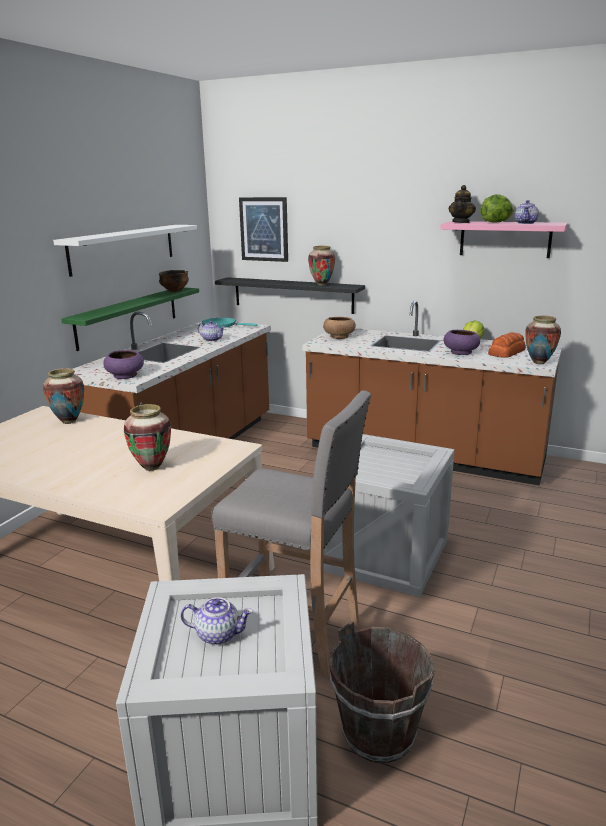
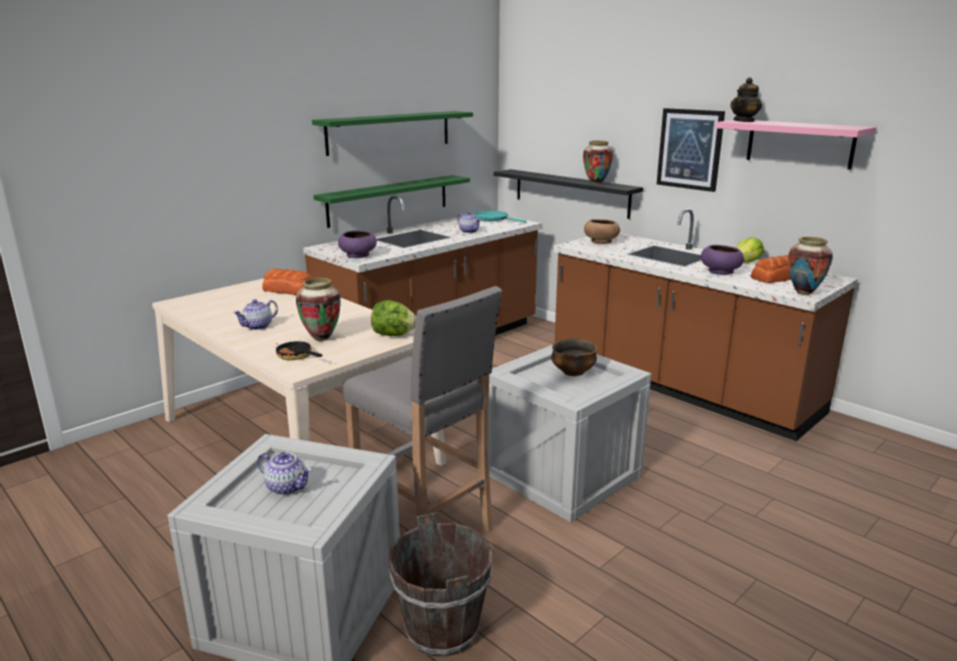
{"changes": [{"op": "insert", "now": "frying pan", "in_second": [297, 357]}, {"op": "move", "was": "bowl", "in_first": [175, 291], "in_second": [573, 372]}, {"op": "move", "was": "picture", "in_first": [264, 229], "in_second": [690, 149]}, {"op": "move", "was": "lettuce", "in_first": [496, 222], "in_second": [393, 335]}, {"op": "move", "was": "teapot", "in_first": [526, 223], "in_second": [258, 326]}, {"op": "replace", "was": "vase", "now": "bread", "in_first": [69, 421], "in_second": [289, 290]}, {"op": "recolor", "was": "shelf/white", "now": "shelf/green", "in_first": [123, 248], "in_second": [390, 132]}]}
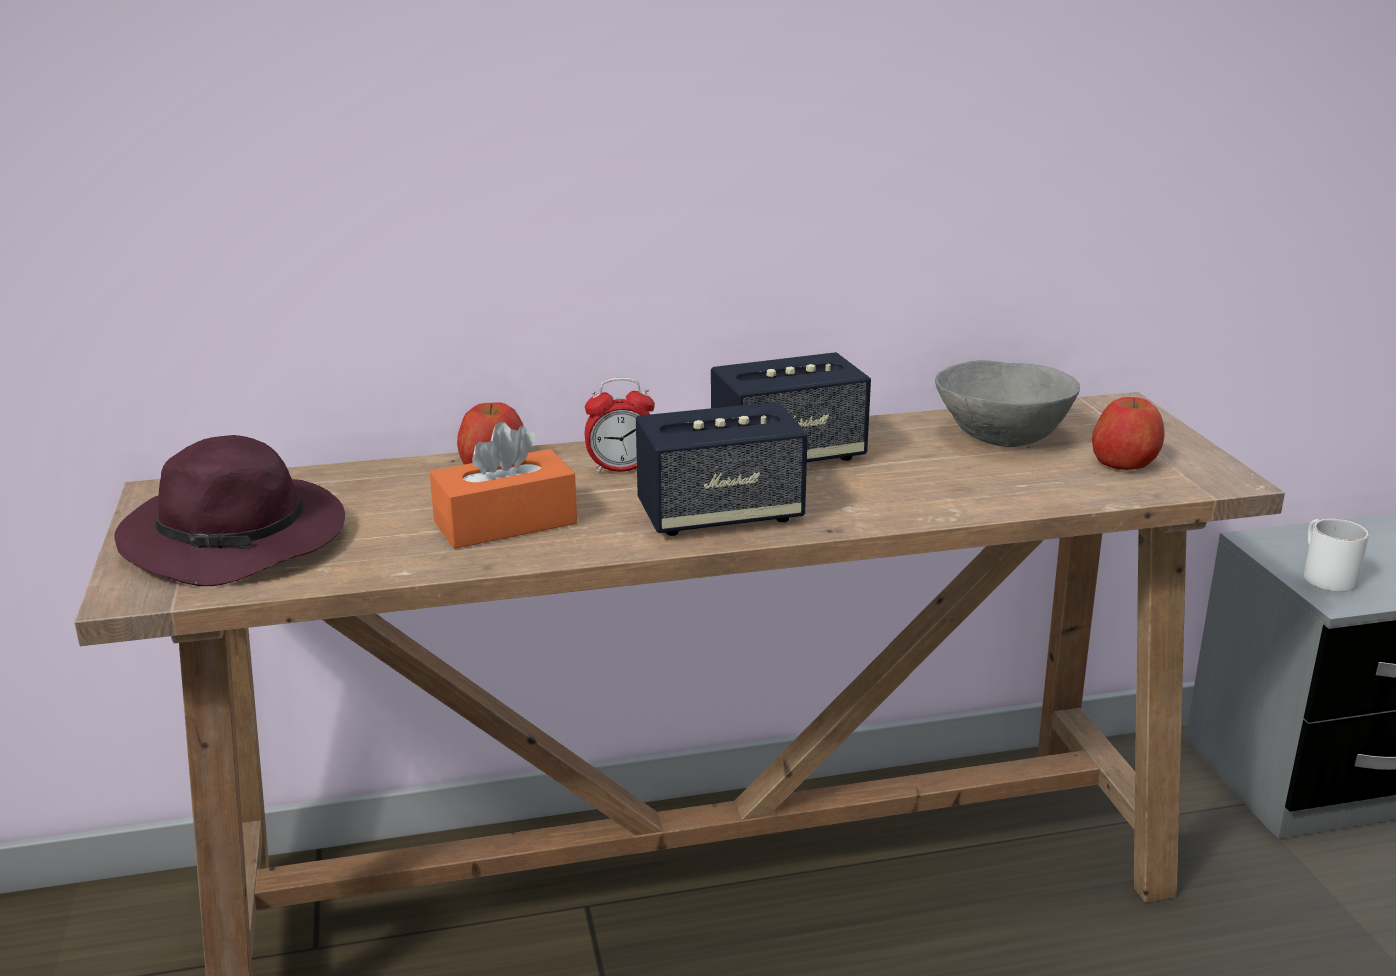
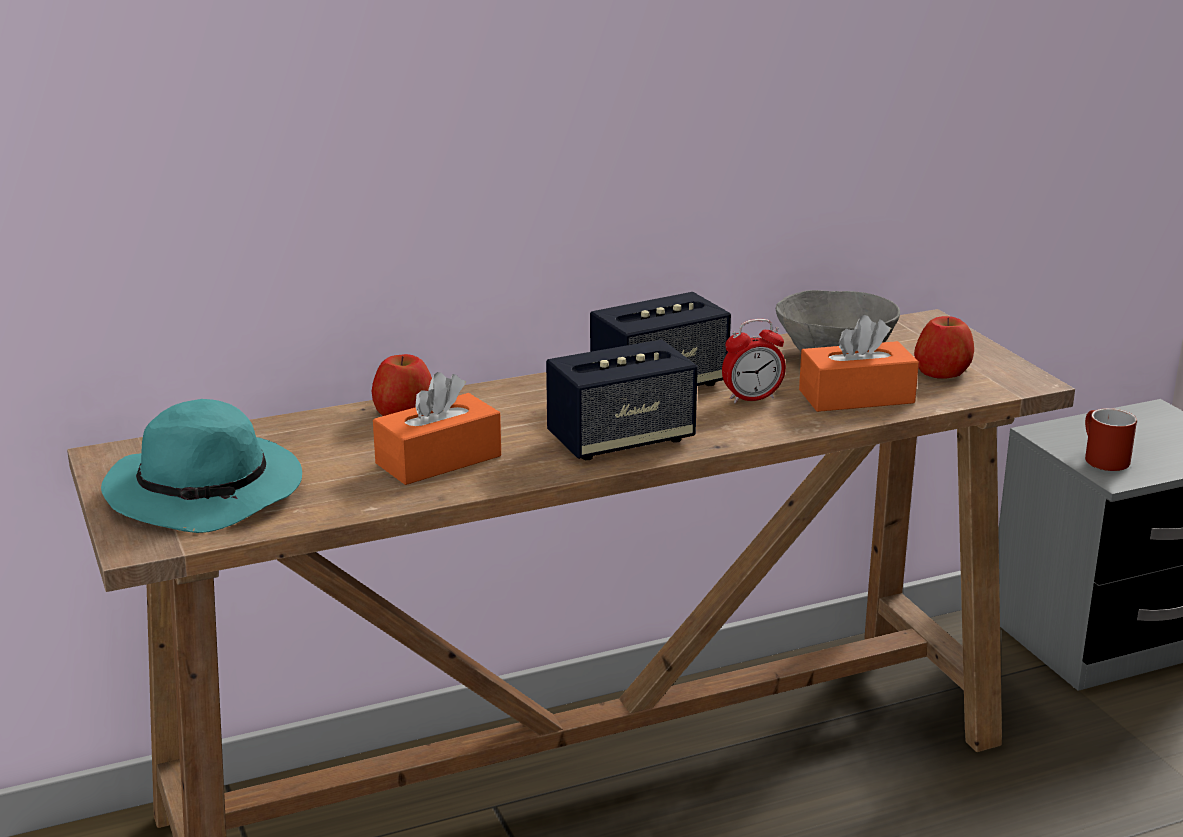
{"changes": [{"op": "insert", "now": "tissue box/orange", "in_second": [856, 396]}, {"op": "move", "was": "alarm clock", "in_first": [621, 469], "in_second": [752, 398]}, {"op": "recolor", "was": "hat/purple", "now": "hat/turquoise", "in_first": [238, 541], "in_second": [208, 492]}, {"op": "recolor", "was": "mug/white", "now": "mug/red", "in_first": [1322, 575], "in_second": [1100, 458]}]}
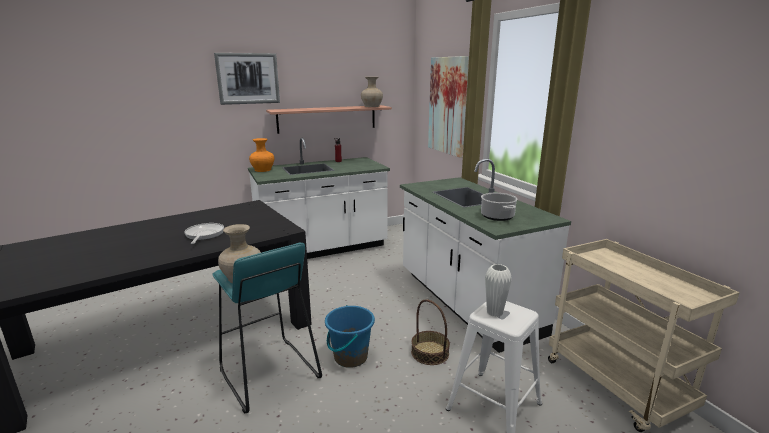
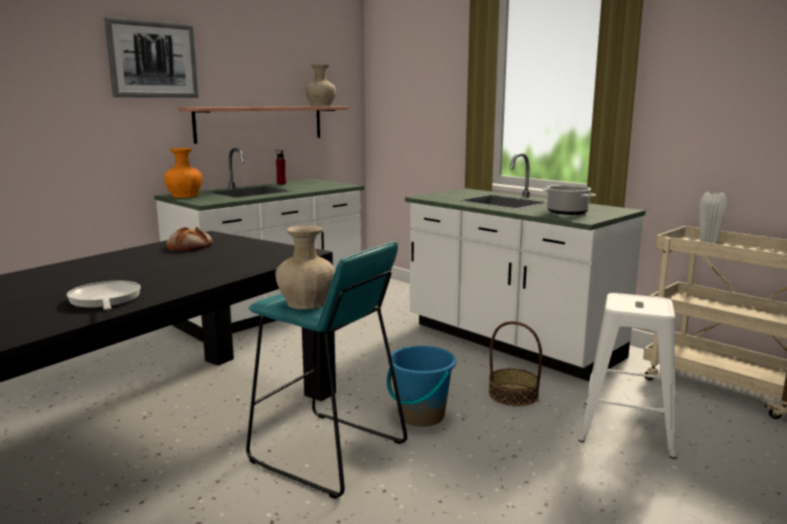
{"changes": [{"op": "delete", "was": "picture", "in_first": [447, 106]}, {"op": "insert", "now": "bread", "in_second": [190, 246]}, {"op": "move", "was": "frying pan", "in_first": [204, 235], "in_second": [105, 300]}, {"op": "move", "was": "vase/white", "in_first": [494, 312], "in_second": [708, 241]}]}
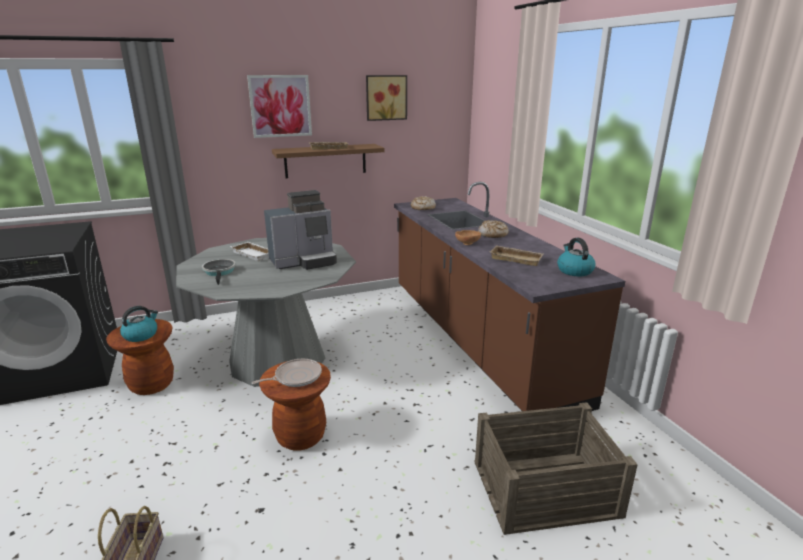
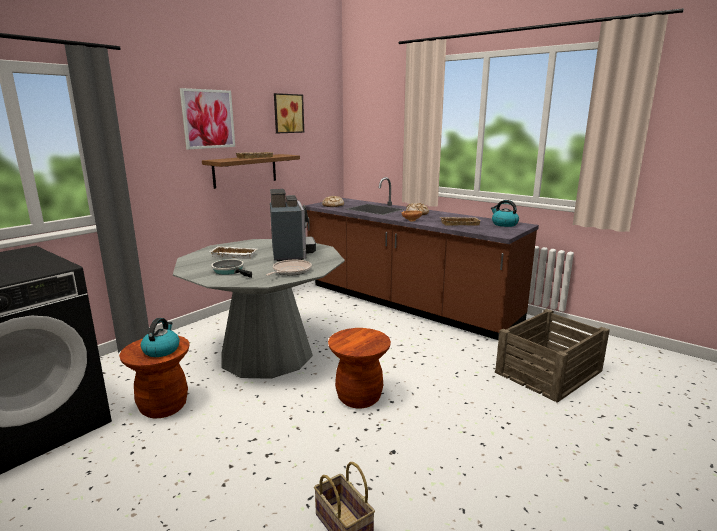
{"changes": [{"op": "move", "was": "frying pan", "in_first": [295, 377], "in_second": [290, 271]}, {"op": "rotate", "was": "coffee machine", "in_first": [304, 261], "in_second": [292, 253], "clockwise": -45}]}
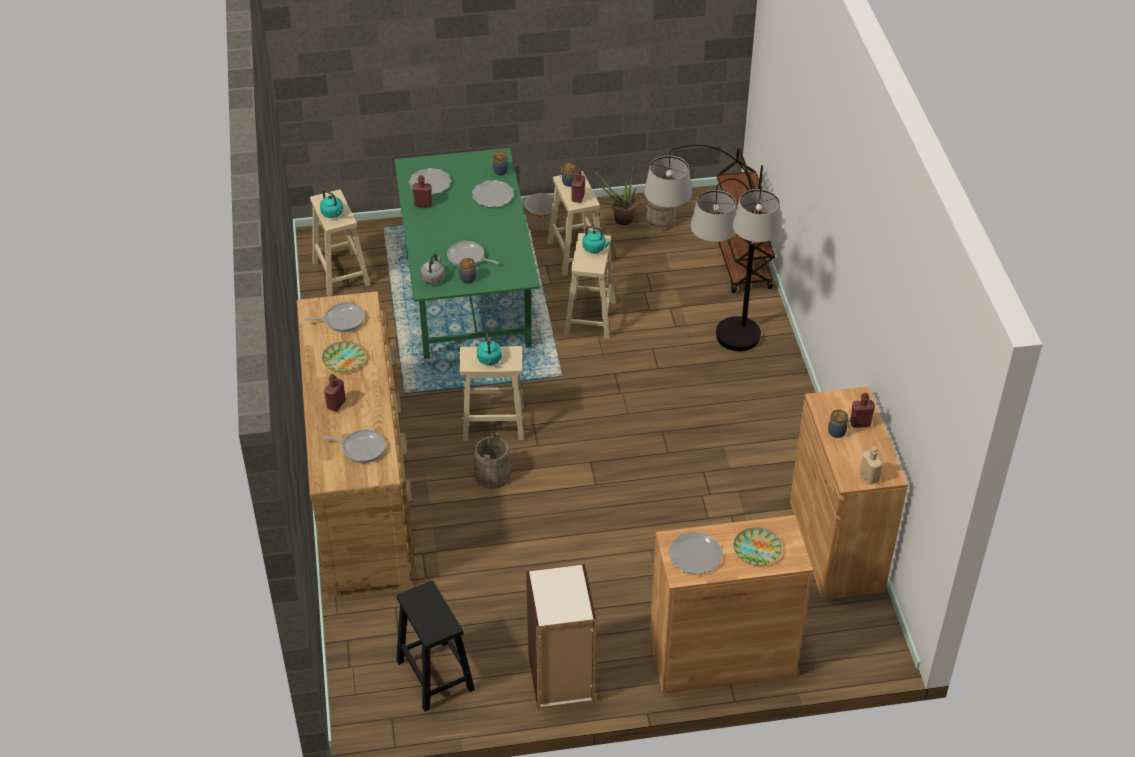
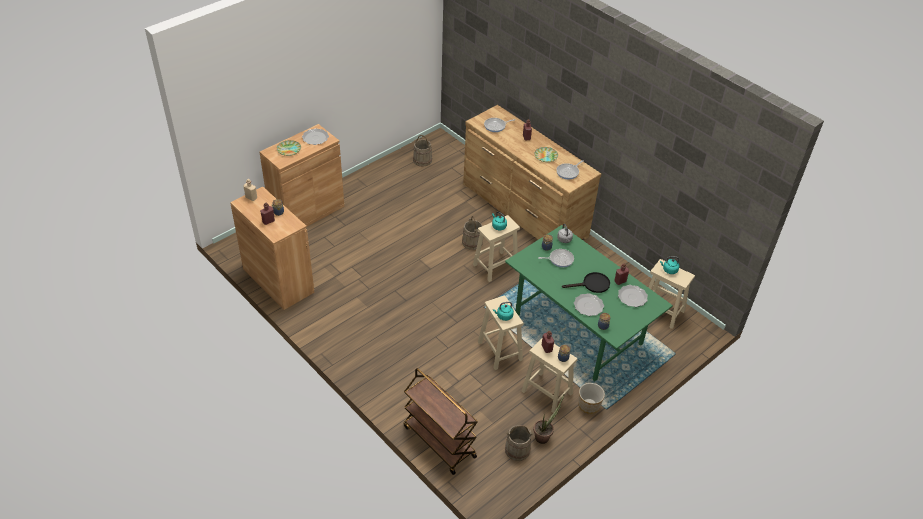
{"changes": [{"op": "delete", "was": "bookcase", "in_first": [561, 679]}, {"op": "delete", "was": "floor lamp", "in_first": [712, 369]}, {"op": "insert", "now": "frying pan/black", "in_second": [592, 284]}, {"op": "replace", "was": "stool/black", "now": "bucket/beige", "in_first": [436, 676], "in_second": [422, 160]}]}
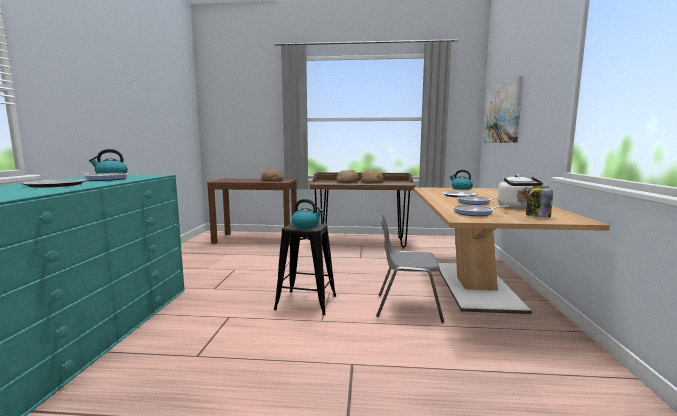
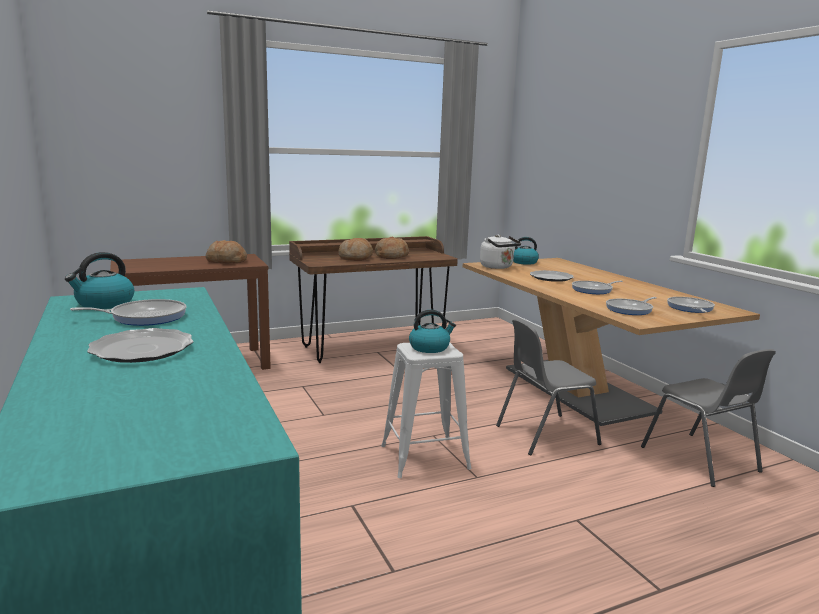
{"changes": [{"op": "delete", "was": "picture", "in_first": [502, 113]}, {"op": "insert", "now": "chair/grey", "in_second": [701, 460]}, {"op": "move", "was": "kettle/white", "in_first": [517, 207], "in_second": [498, 267]}, {"op": "replace", "was": "jar", "now": "frying pan", "in_first": [537, 216], "in_second": [690, 308]}, {"op": "recolor", "was": "stool/black", "now": "stool/white", "in_first": [306, 302], "in_second": [424, 457]}]}
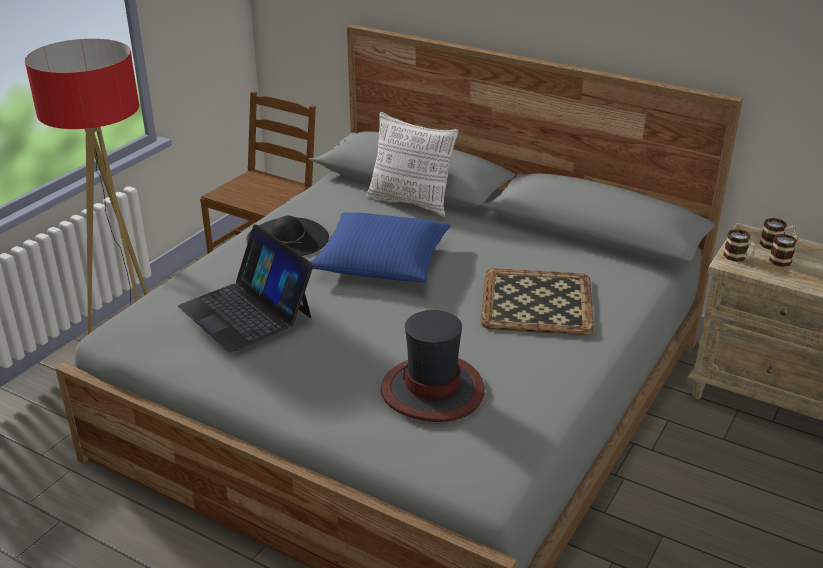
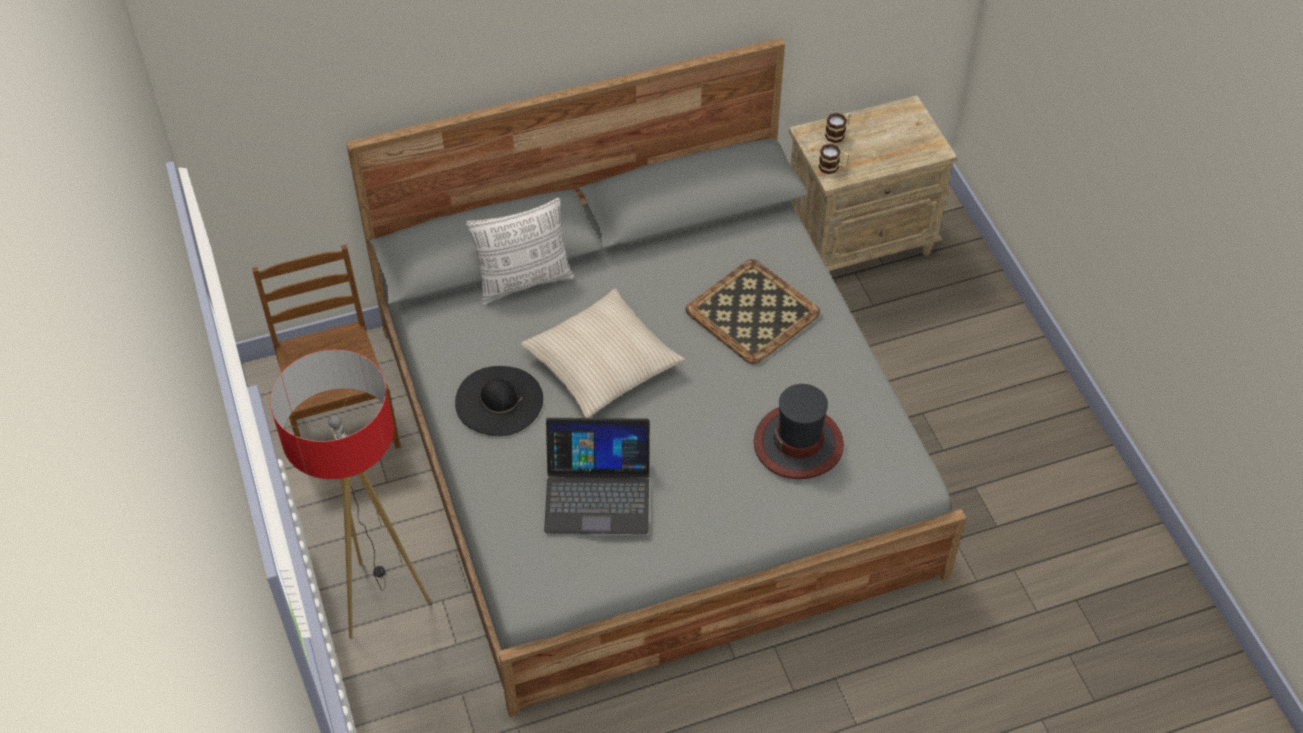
{"changes": [{"op": "delete", "was": "mug", "in_first": [783, 259]}, {"op": "recolor", "was": "pillow/blue", "now": "pillow/beige", "in_first": [381, 261], "in_second": [602, 363]}]}
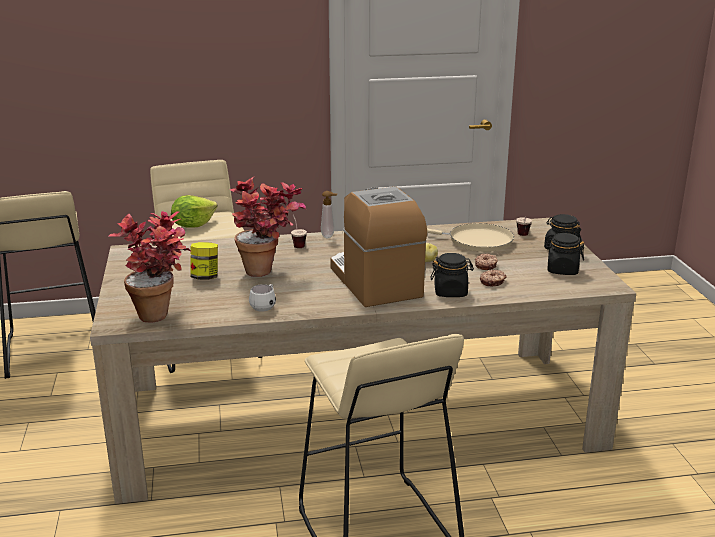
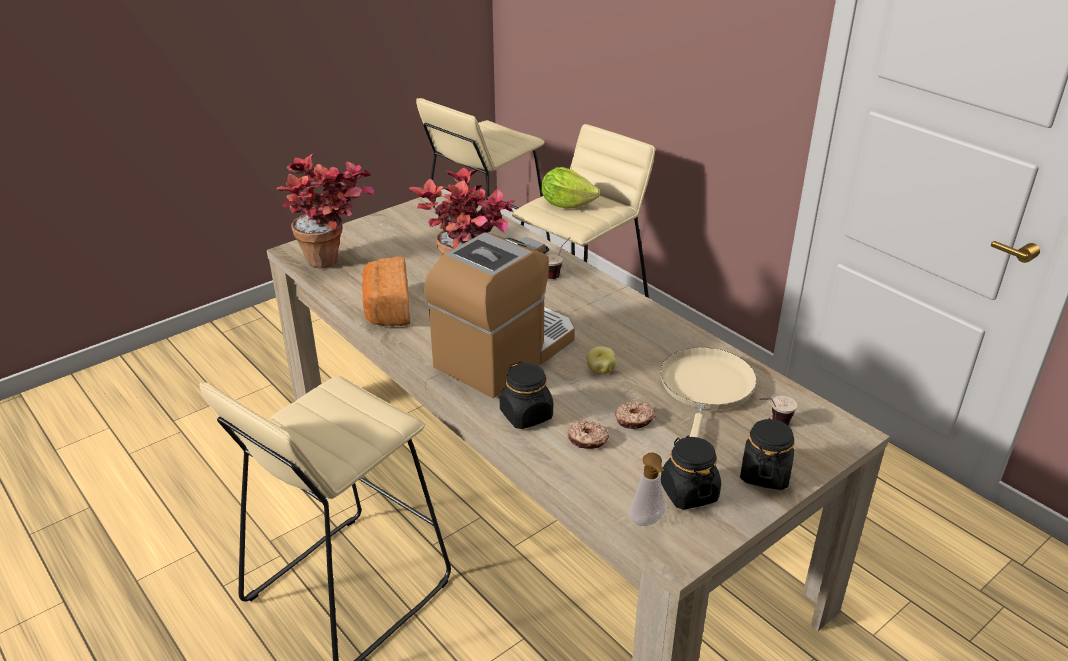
{"changes": [{"op": "delete", "was": "jar", "in_first": [205, 277]}, {"op": "move", "was": "soap dispenser", "in_first": [329, 236], "in_second": [648, 522]}, {"op": "replace", "was": "mug/white", "now": "bread", "in_first": [265, 307], "in_second": [387, 309]}, {"op": "rotate", "was": "frying pan/beige", "in_first": [475, 241], "in_second": [706, 389], "clockwise": -150}]}
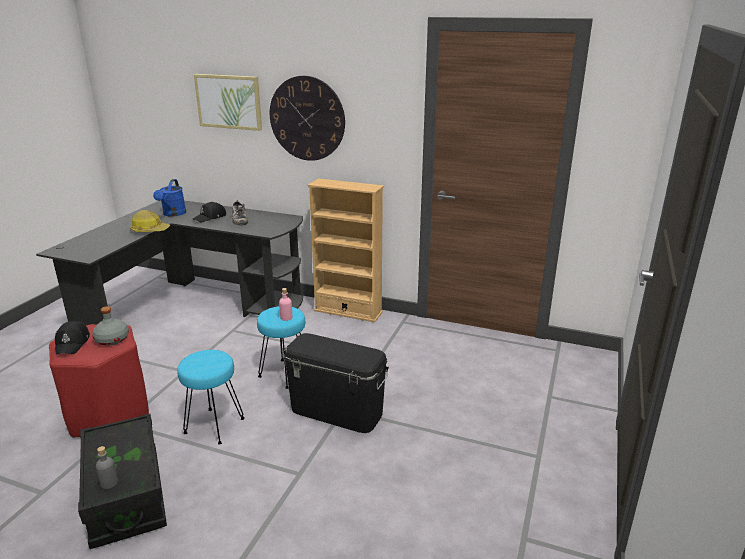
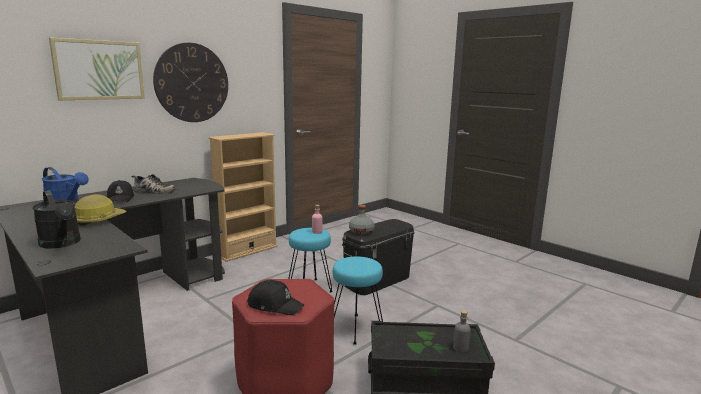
{"changes": [{"op": "insert", "now": "watering can/black", "in_second": [62, 244]}, {"op": "move", "was": "bottle/grey", "in_first": [112, 339], "in_second": [361, 231]}]}
